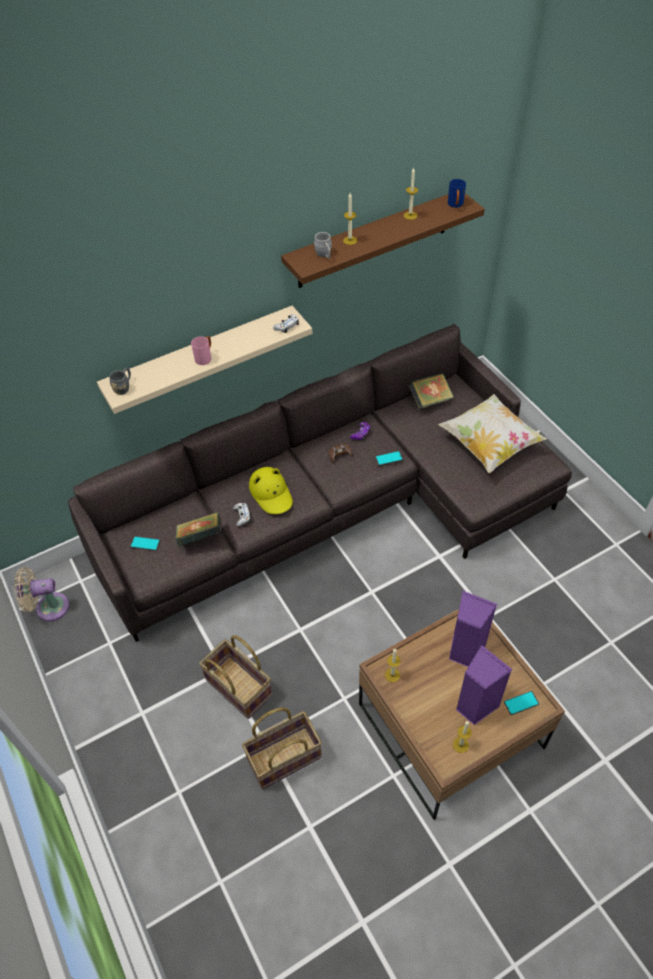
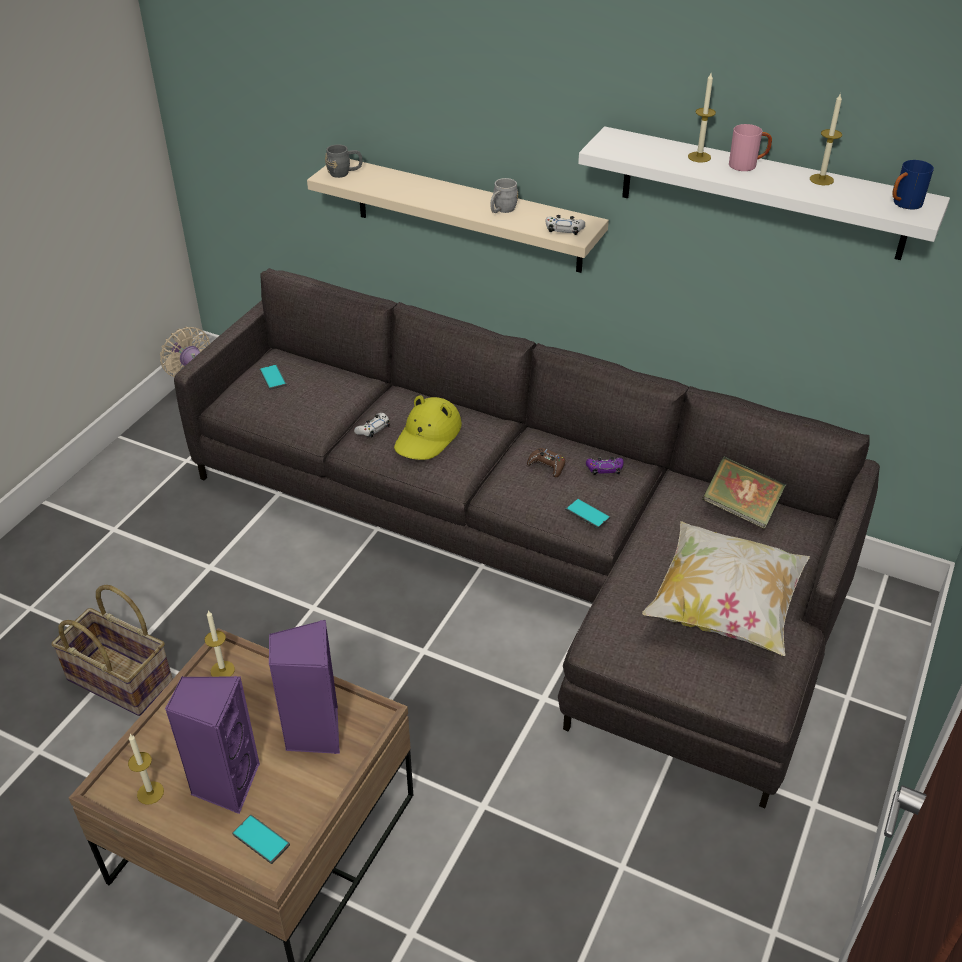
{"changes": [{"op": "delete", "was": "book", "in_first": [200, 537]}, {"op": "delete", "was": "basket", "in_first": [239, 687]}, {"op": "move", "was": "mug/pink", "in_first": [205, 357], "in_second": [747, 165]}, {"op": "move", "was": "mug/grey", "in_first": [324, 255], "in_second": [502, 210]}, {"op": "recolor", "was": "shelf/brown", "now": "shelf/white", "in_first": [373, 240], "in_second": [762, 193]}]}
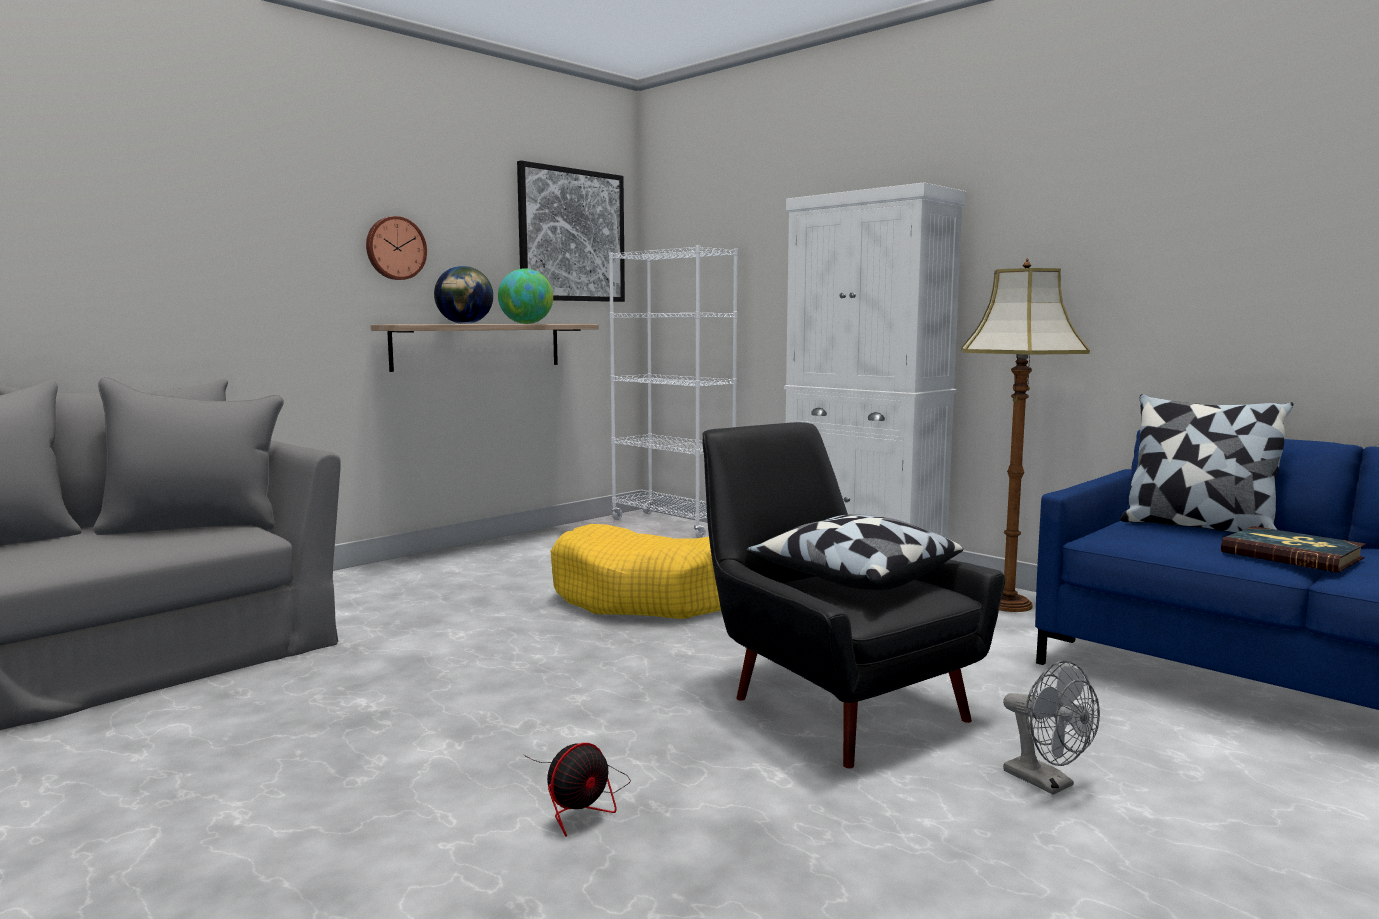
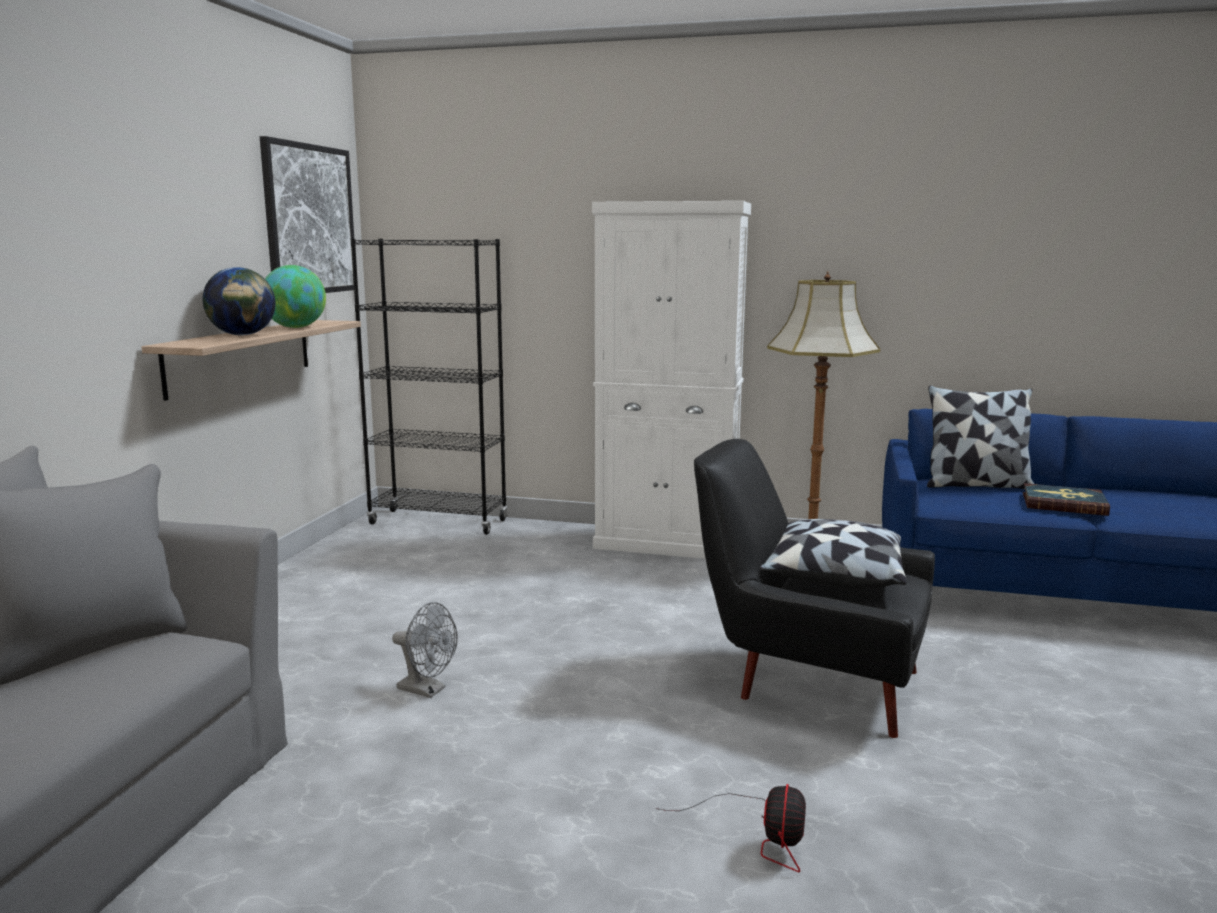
{"changes": [{"op": "delete", "was": "wall clock", "in_first": [395, 248]}, {"op": "delete", "was": "dog bed/yellow", "in_first": [648, 597]}, {"op": "move", "was": "fan/grey", "in_first": [1047, 783], "in_second": [427, 690]}, {"op": "recolor", "was": "bookcase/white", "now": "bookcase/black", "in_first": [672, 525], "in_second": [438, 522]}]}
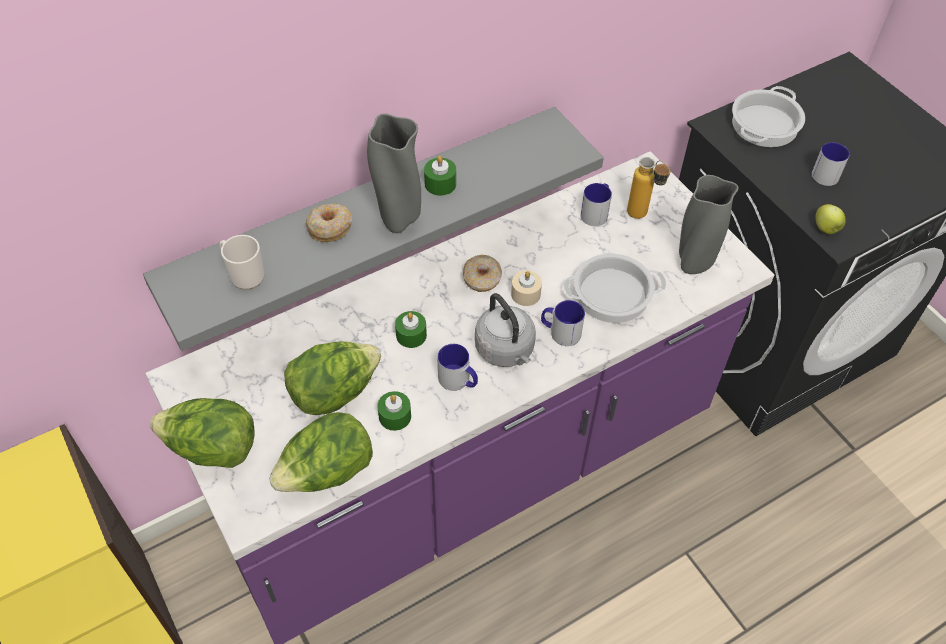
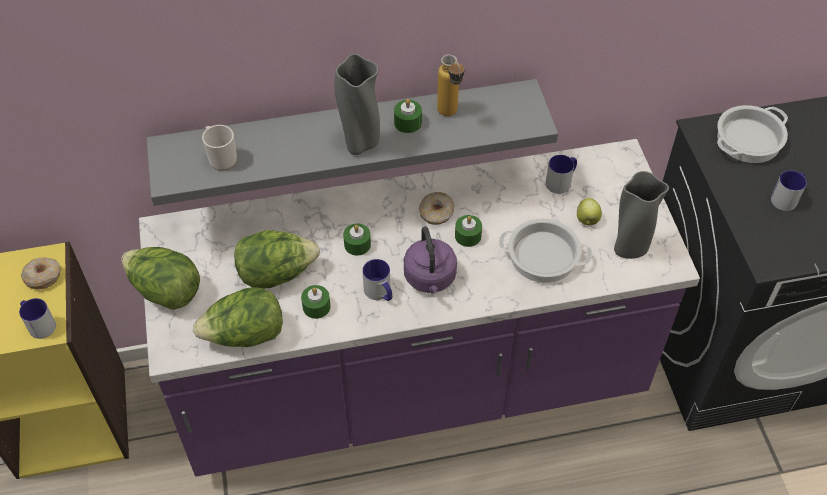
{"changes": [{"op": "move", "was": "donut", "in_first": [330, 227], "in_second": [43, 276]}, {"op": "move", "was": "mug", "in_first": [560, 332], "in_second": [39, 324]}, {"op": "move", "was": "bottle", "in_first": [643, 217], "in_second": [450, 115]}, {"op": "move", "was": "apple", "in_first": [826, 229], "in_second": [587, 220]}, {"op": "recolor", "was": "kettle/grey", "now": "kettle/purple", "in_first": [506, 350], "in_second": [430, 279]}, {"op": "recolor", "was": "candle/beige", "now": "candle/green", "in_first": [525, 294], "in_second": [468, 236]}]}
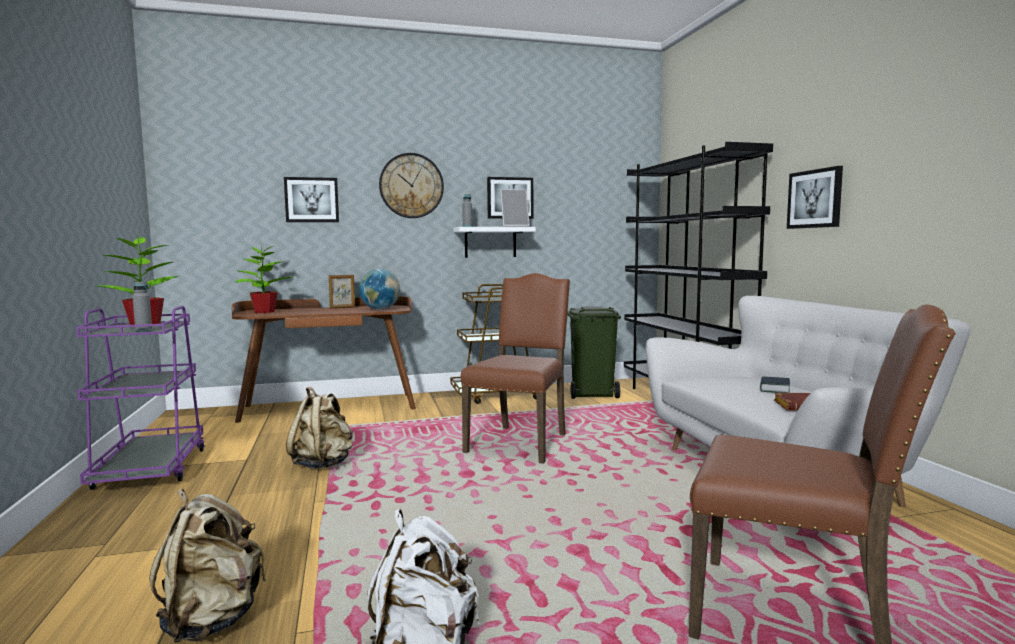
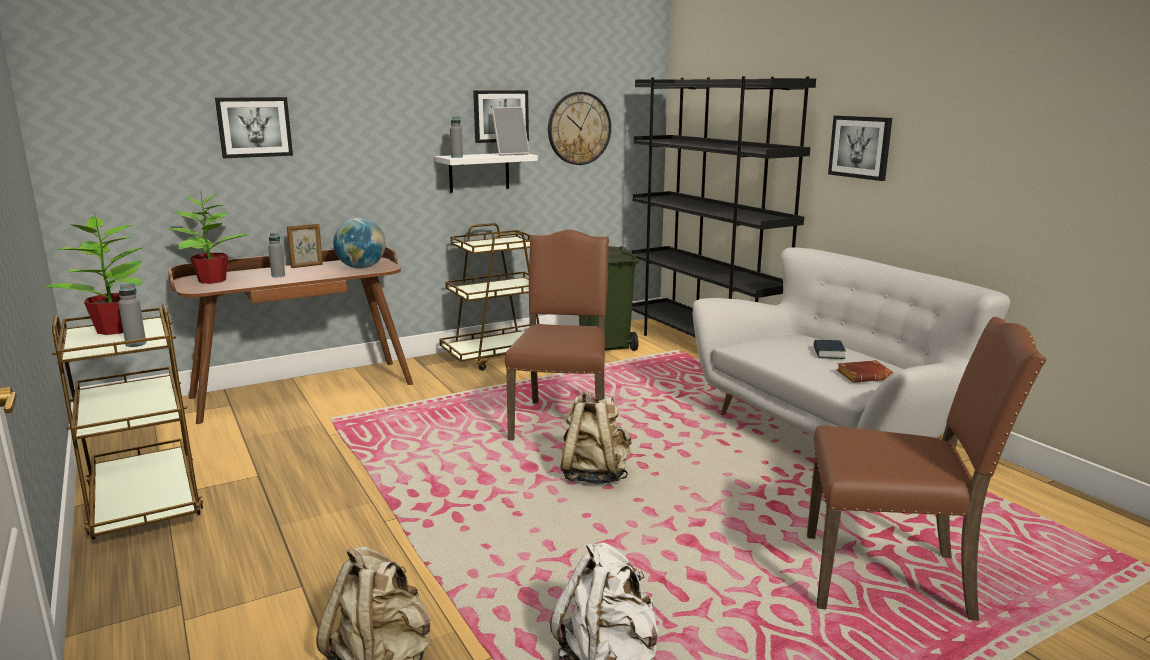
{"changes": [{"op": "insert", "now": "bottle/grey", "in_second": [278, 276]}, {"op": "move", "was": "backpack/beige", "in_first": [323, 464], "in_second": [594, 475]}, {"op": "move", "was": "wall clock", "in_first": [411, 186], "in_second": [579, 128]}, {"op": "recolor", "was": "cart/purple", "now": "cart/brown", "in_first": [150, 469], "in_second": [145, 503]}]}
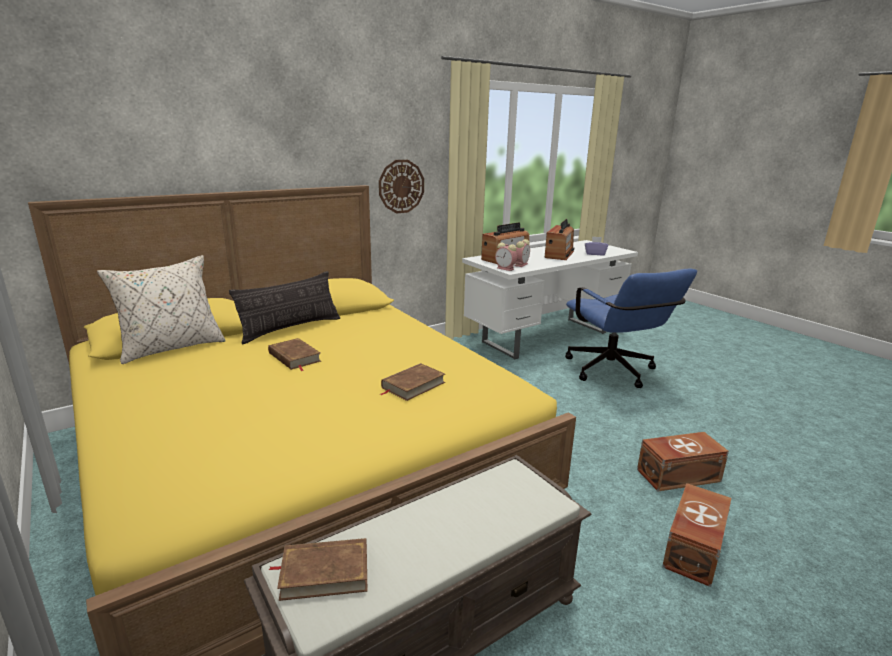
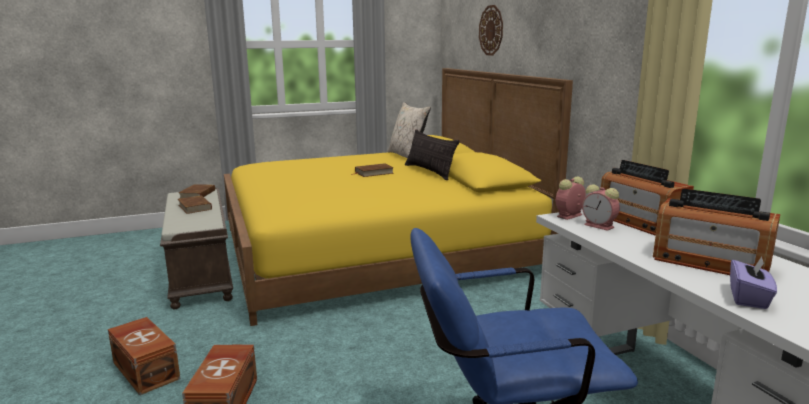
{"changes": [{"op": "move", "was": "wall clock", "in_first": [401, 186], "in_second": [491, 30]}, {"op": "move", "was": "book/brown", "in_first": [413, 385], "in_second": [195, 207]}]}
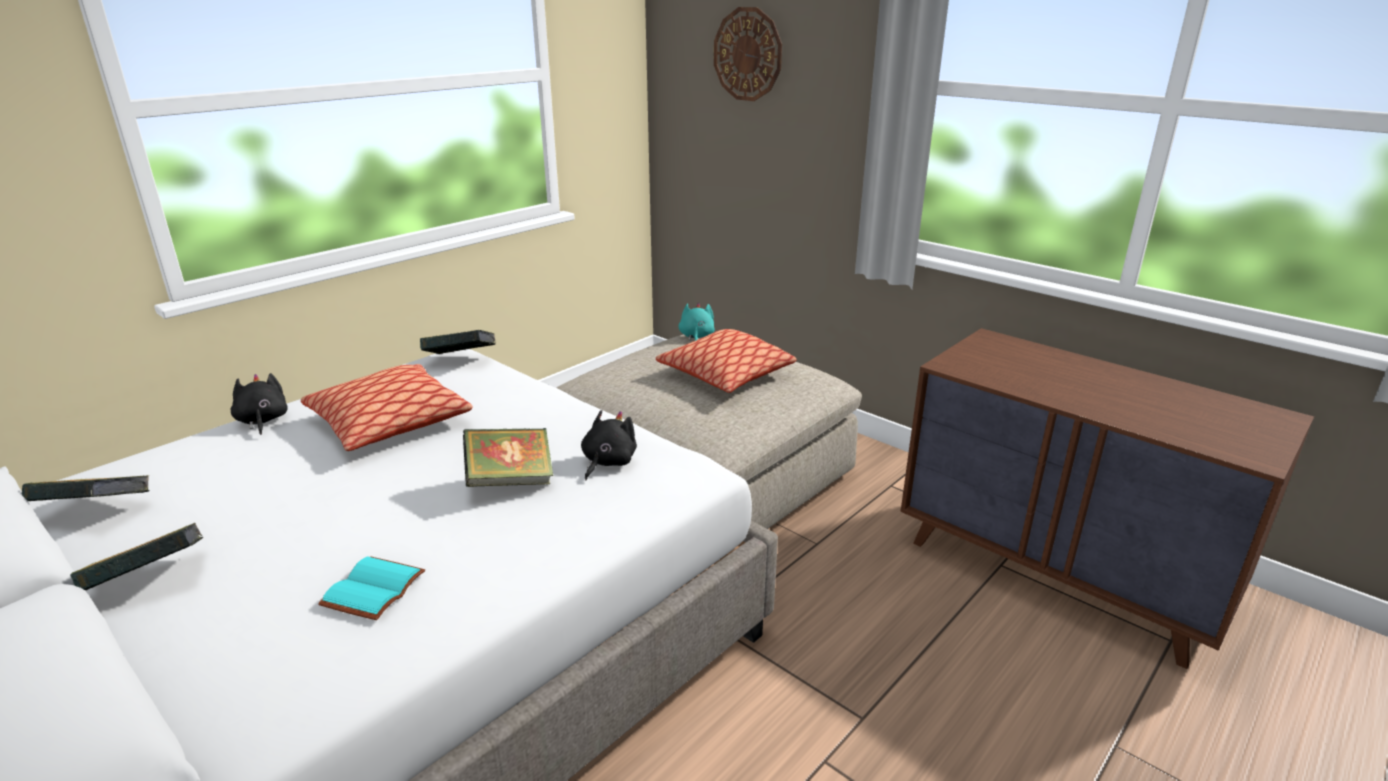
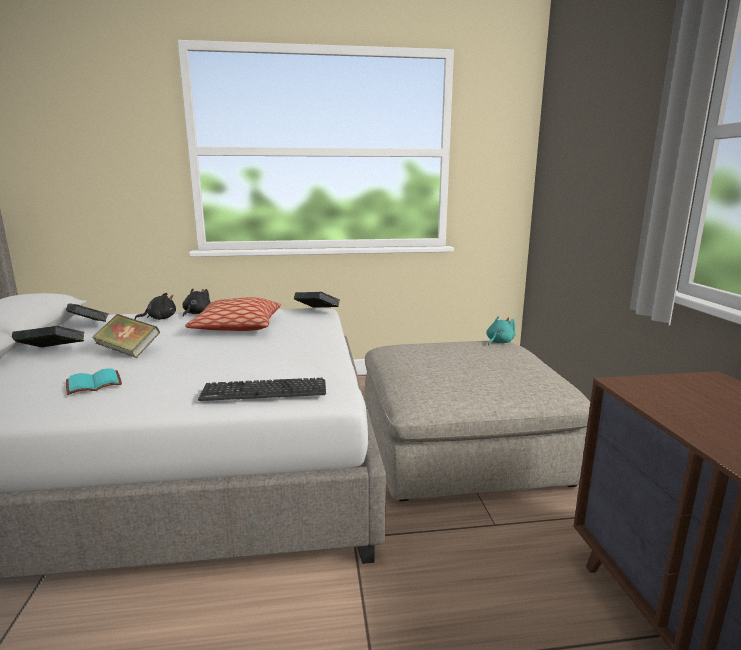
{"changes": [{"op": "delete", "was": "pillow", "in_first": [726, 374]}, {"op": "delete", "was": "wall clock", "in_first": [747, 54]}, {"op": "insert", "now": "keyboard", "in_second": [264, 391]}, {"op": "move", "was": "book", "in_first": [510, 480], "in_second": [128, 351]}, {"op": "move", "was": "plush toy/black", "in_first": [607, 462], "in_second": [160, 319]}]}
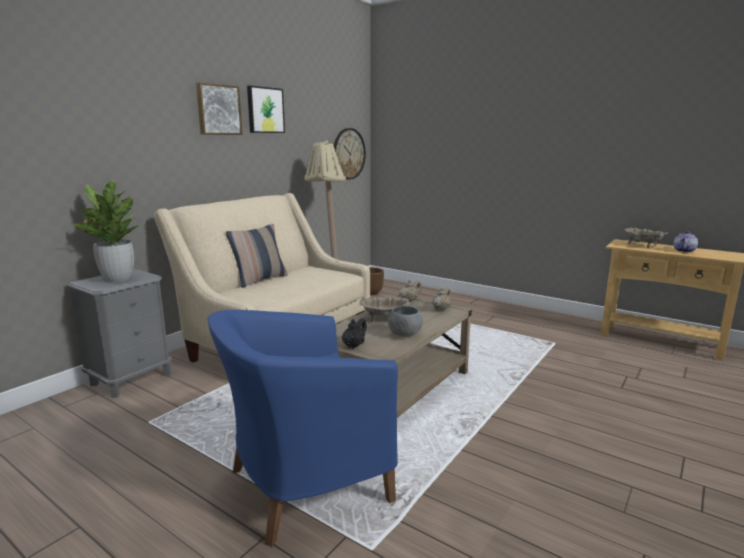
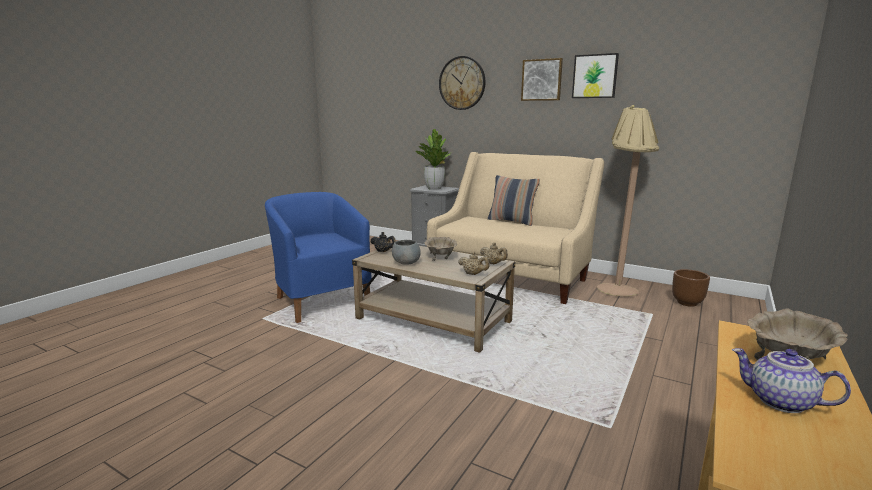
{"changes": [{"op": "move", "was": "wall clock", "in_first": [348, 154], "in_second": [462, 83]}]}
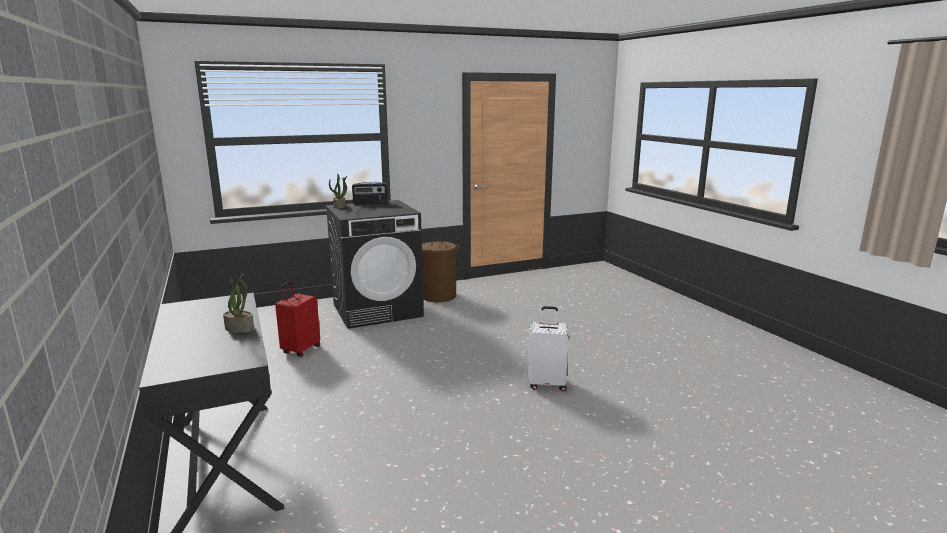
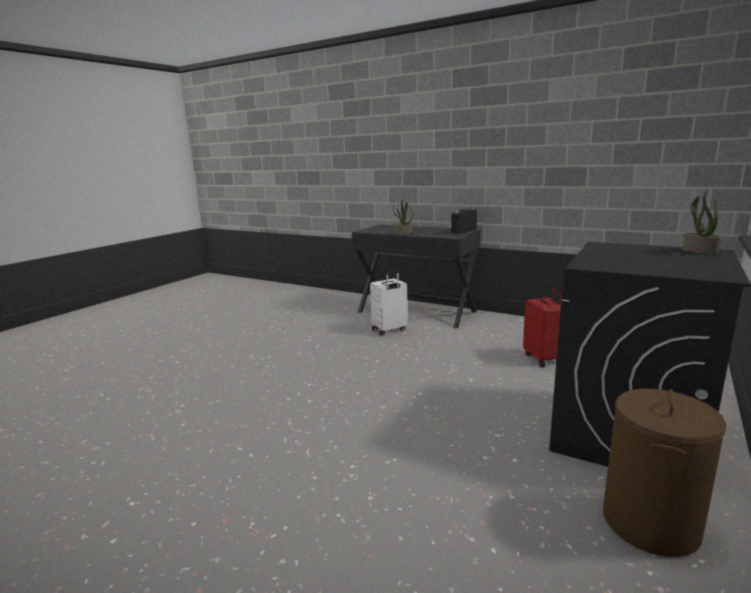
{"changes": [{"op": "move", "was": "radio", "in_first": [370, 203], "in_second": [463, 231]}, {"op": "move", "was": "suitcase/white", "in_first": [547, 384], "in_second": [389, 330]}]}
